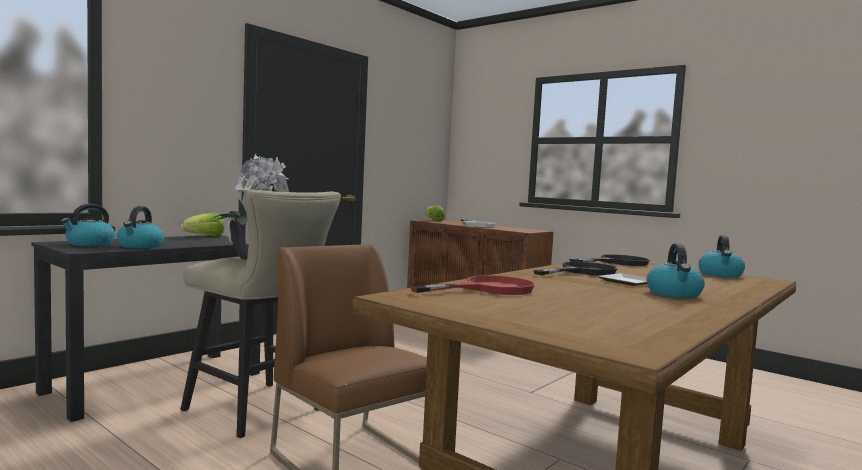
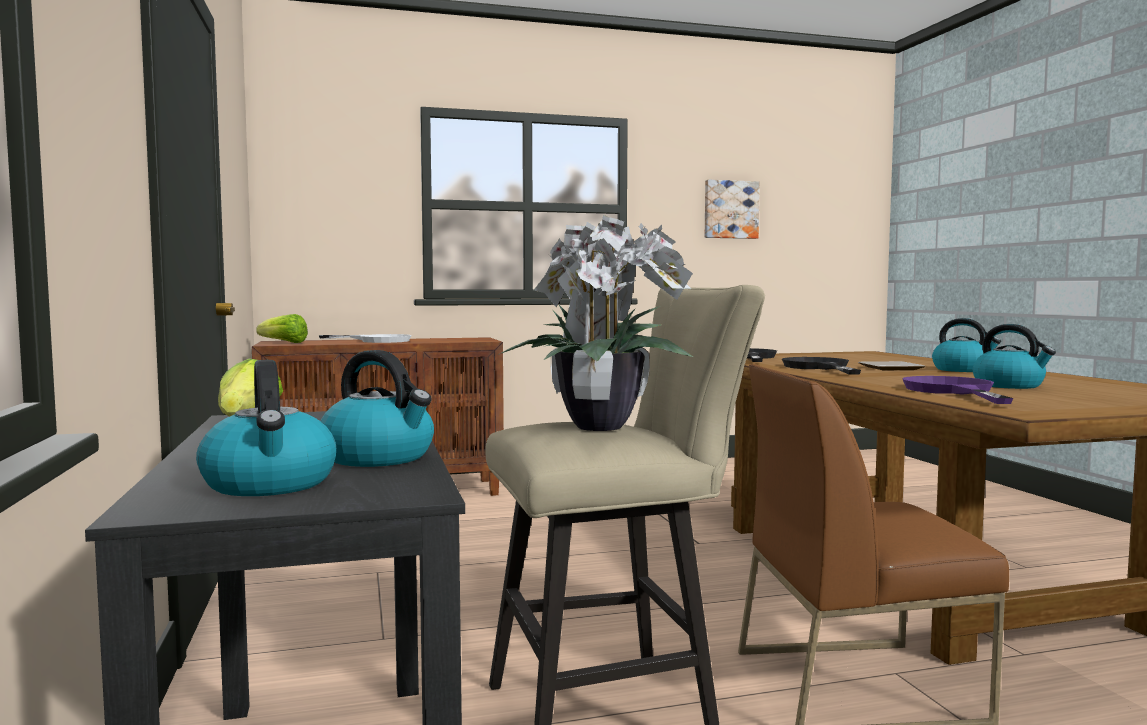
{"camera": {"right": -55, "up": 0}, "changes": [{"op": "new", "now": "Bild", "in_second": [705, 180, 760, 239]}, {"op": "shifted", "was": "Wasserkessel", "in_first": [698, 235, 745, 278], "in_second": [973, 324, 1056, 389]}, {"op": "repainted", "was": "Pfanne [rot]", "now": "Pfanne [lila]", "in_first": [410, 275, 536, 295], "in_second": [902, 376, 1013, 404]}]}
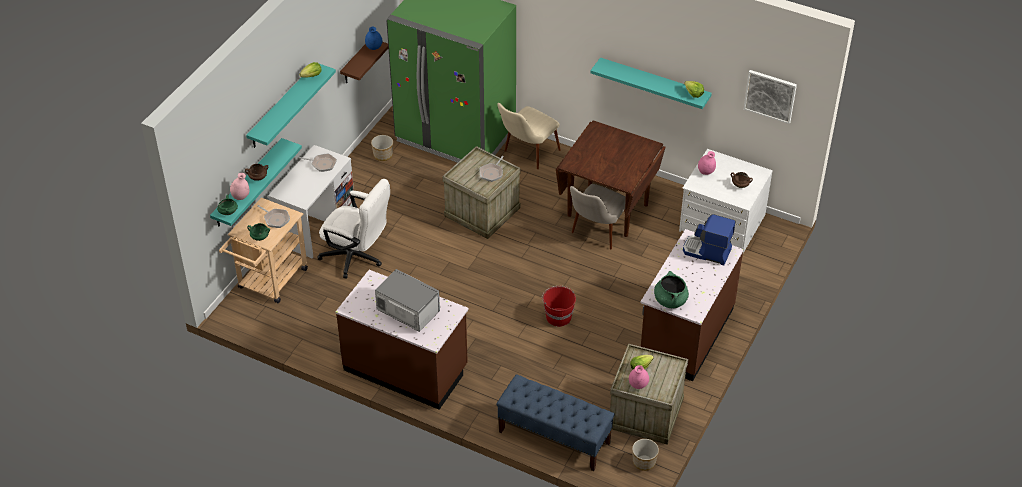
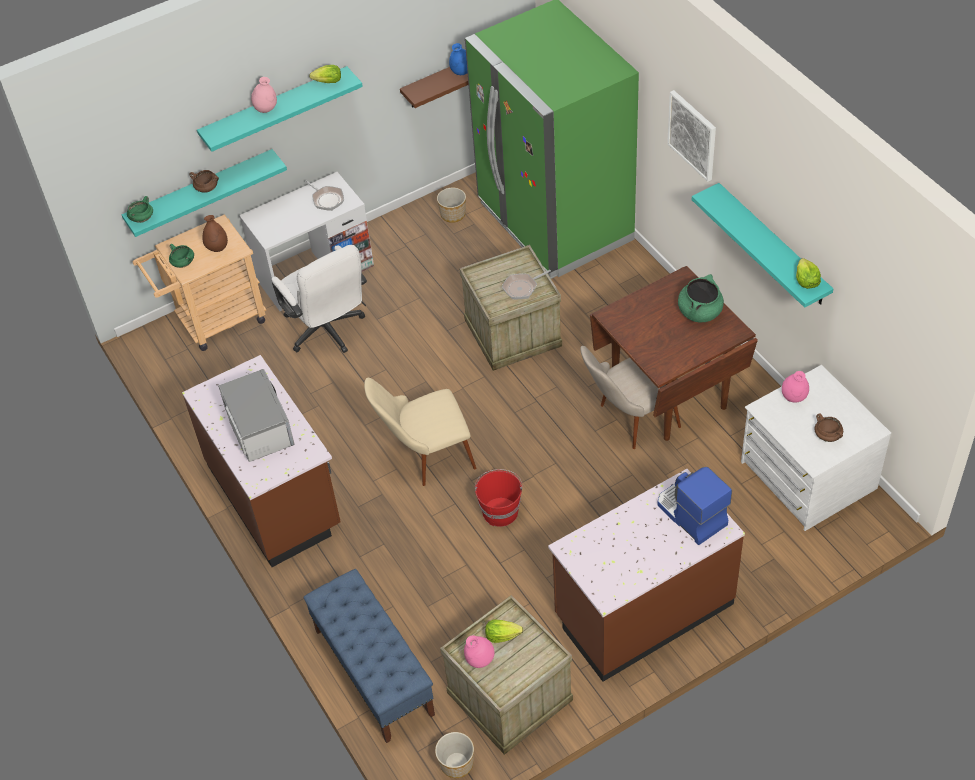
{"camera": {"right": 35, "up": 5}, "changes": [{"op": "shifted", "was": "Vase [rosa]", "in_first": [230, 173, 249, 200], "in_second": [251, 77, 277, 113]}, {"op": "shifted", "was": "Stuhl [beige]", "in_first": [497, 103, 561, 169], "in_second": [364, 378, 476, 486]}, {"op": "shifted", "was": "Kochtopf [grün]", "in_first": [654, 271, 689, 308], "in_second": [678, 274, 724, 322]}, {"op": "shifted", "was": "Bild", "in_first": [744, 70, 797, 124], "in_second": [667, 90, 716, 182]}, {"op": "swapped", "was": "Pfanne", "now": "Vase [braun]", "in_first": [257, 205, 290, 228], "in_second": [202, 215, 228, 252]}]}
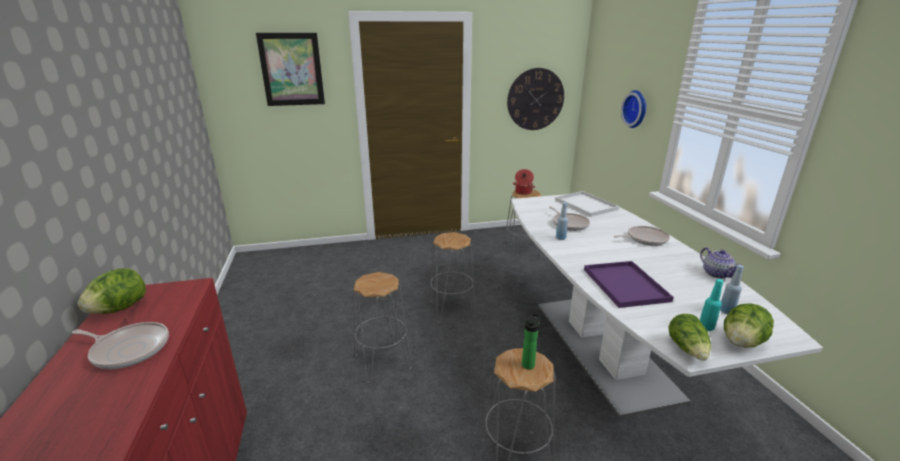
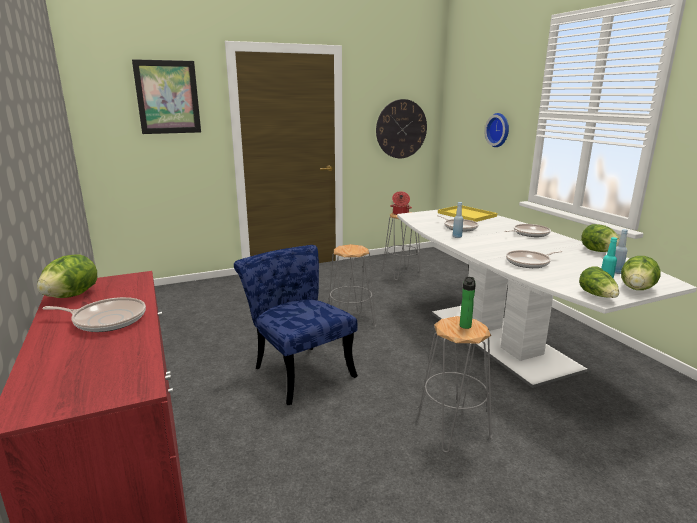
{"camera": {"right": -10, "up": -5}, "changes": [{"op": "swapped", "was": "Hocker [grau]", "now": "Stuhl [blau]", "in_first": [353, 272, 412, 383], "in_second": [234, 245, 358, 405]}, {"op": "swapped", "was": "Tablett [lila]", "now": "Pfanne", "in_first": [584, 261, 674, 308], "in_second": [506, 250, 563, 268]}, {"op": "swapped", "was": "Teekanne", "now": "Salatkopf", "in_first": [700, 248, 741, 279], "in_second": [581, 224, 619, 252]}, {"op": "repainted", "was": "Tablett [weiß]", "now": "Tablett [gelb]", "in_first": [555, 191, 619, 217], "in_second": [438, 205, 497, 222]}]}
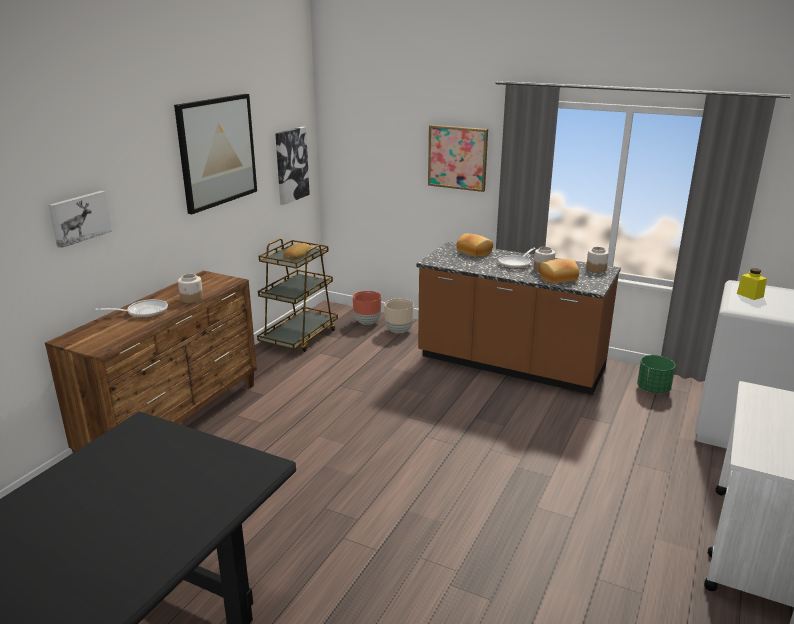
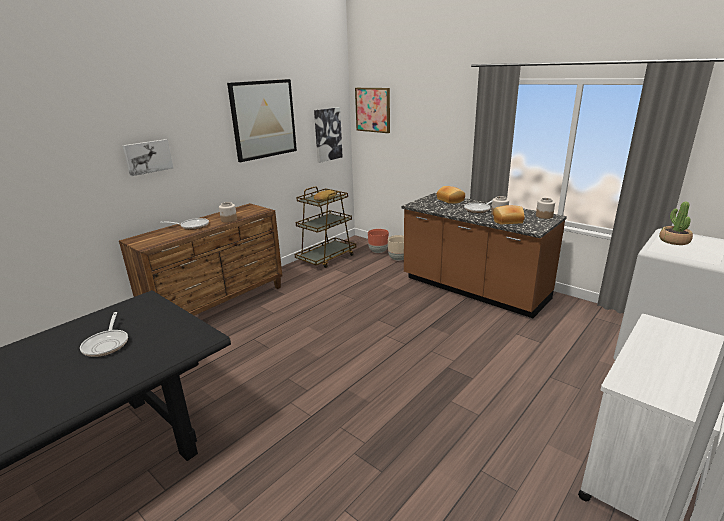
{"camera": {"right": 15, "up": 0}, "changes": [{"op": "gone", "was": "Pflanzkübel [grün]", "in_first": [637, 355, 675, 393]}, {"op": "new", "now": "Pfanne", "in_second": [80, 312, 128, 357]}, {"op": "shifted", "was": "Bild", "in_first": [428, 125, 488, 192], "in_second": [355, 88, 390, 133]}, {"op": "swapped", "was": "Vorratsglas [gelb]", "now": "Topfpflanze", "in_first": [737, 268, 767, 300], "in_second": [659, 202, 693, 245]}]}
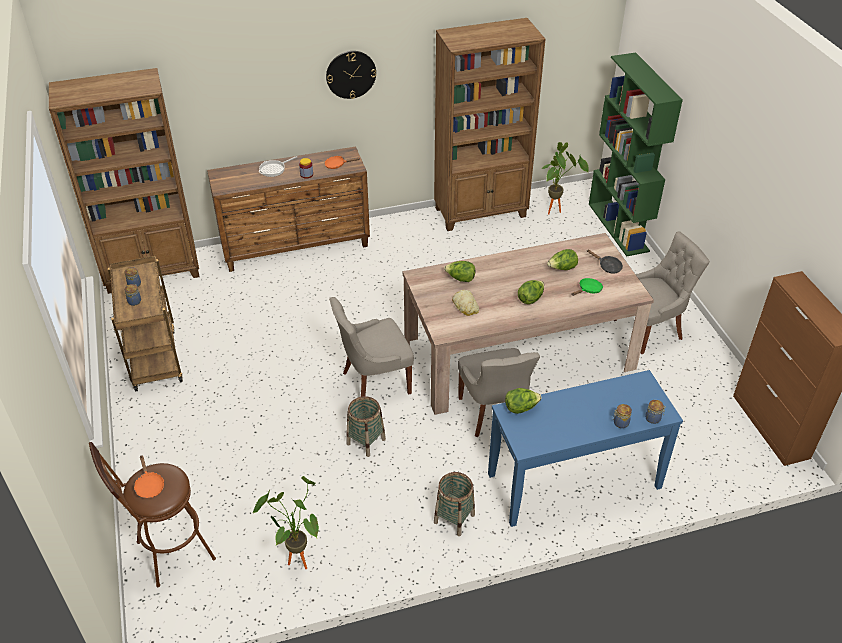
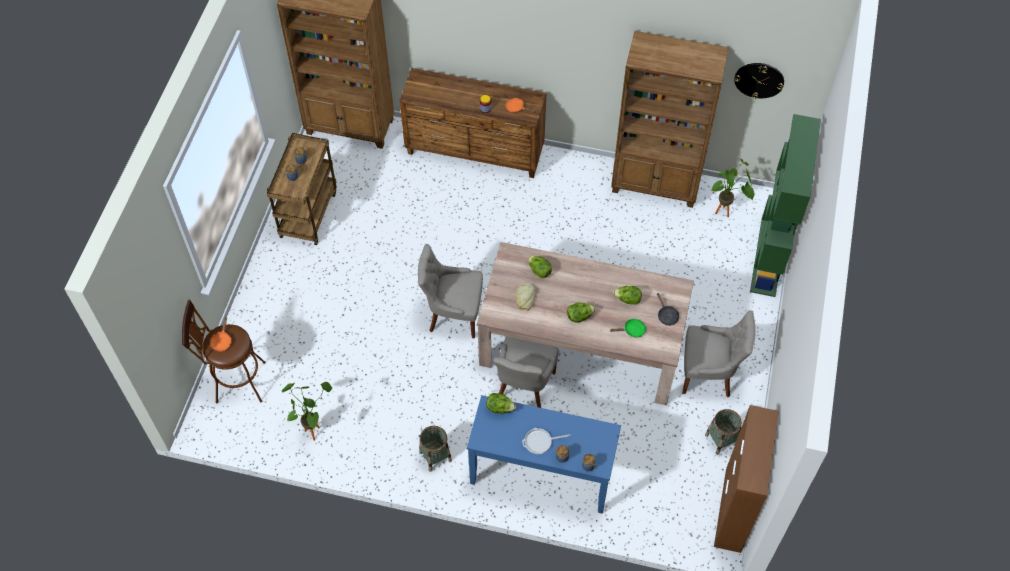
{"camera": {"right": 30, "up": 15}, "changes": [{"op": "shifted", "was": "Pfanne", "in_first": [258, 156, 297, 177], "in_second": [522, 428, 570, 454]}, {"op": "shifted", "was": "Wanduhr", "in_first": [326, 51, 376, 99], "in_second": [734, 63, 784, 99]}, {"op": "shifted", "was": "Korb", "in_first": [346, 396, 386, 457], "in_second": [705, 409, 742, 455]}]}
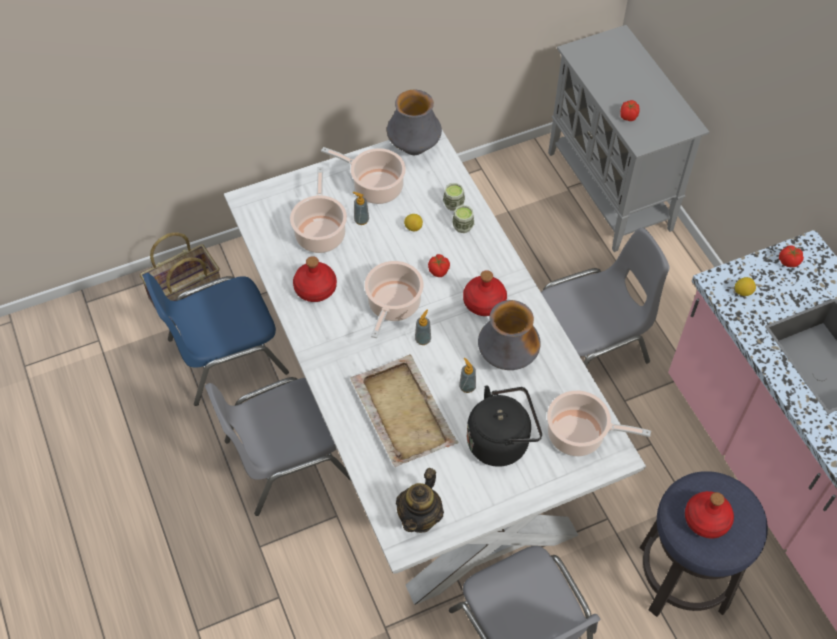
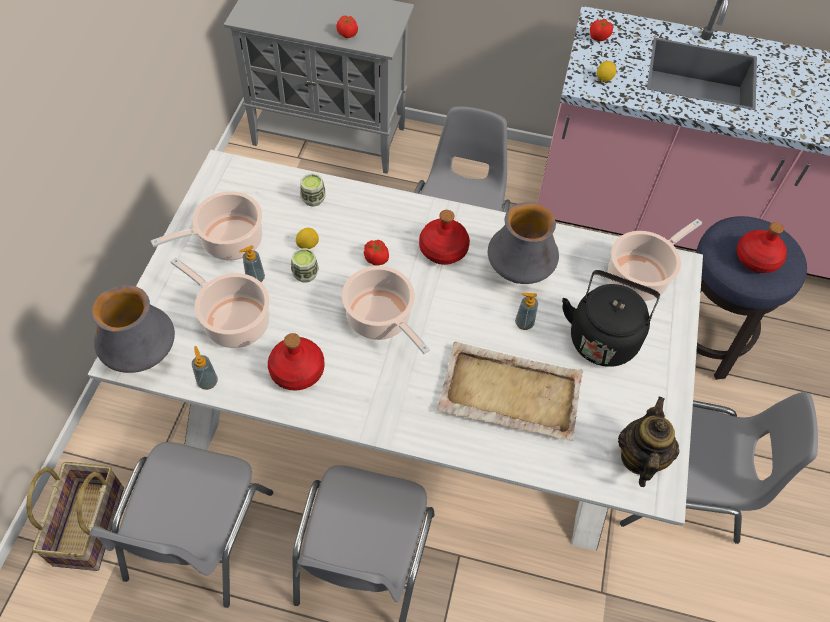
{"camera": {"right": -55, "up": 0}, "changes": [{"op": "shifted", "was": "Vase", "in_first": [387, 90, 442, 155], "in_second": [92, 285, 175, 373]}, {"op": "shifted", "was": "Seifenspender", "in_first": [415, 310, 431, 345], "in_second": [192, 346, 218, 390]}, {"op": "shifted", "was": "Tasse", "in_first": [452, 205, 474, 233], "in_second": [291, 248, 319, 283]}, {"op": "repainted", "was": "Stuhl [blau]", "now": "Stuhl [grau]", "in_first": [143, 273, 289, 406], "in_second": [89, 442, 273, 608]}, {"op": "rotated", "was": "Teekanne", "in_first": [396, 468, 444, 533], "in_second": [618, 397, 680, 487], "clockwise": -135}]}
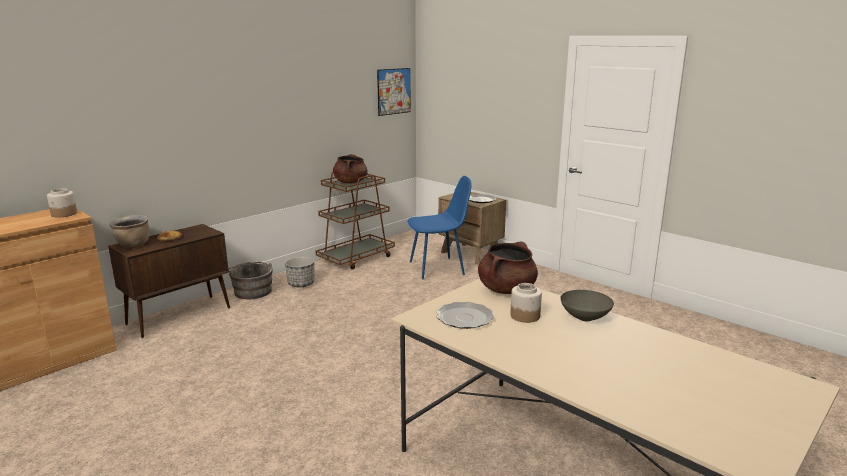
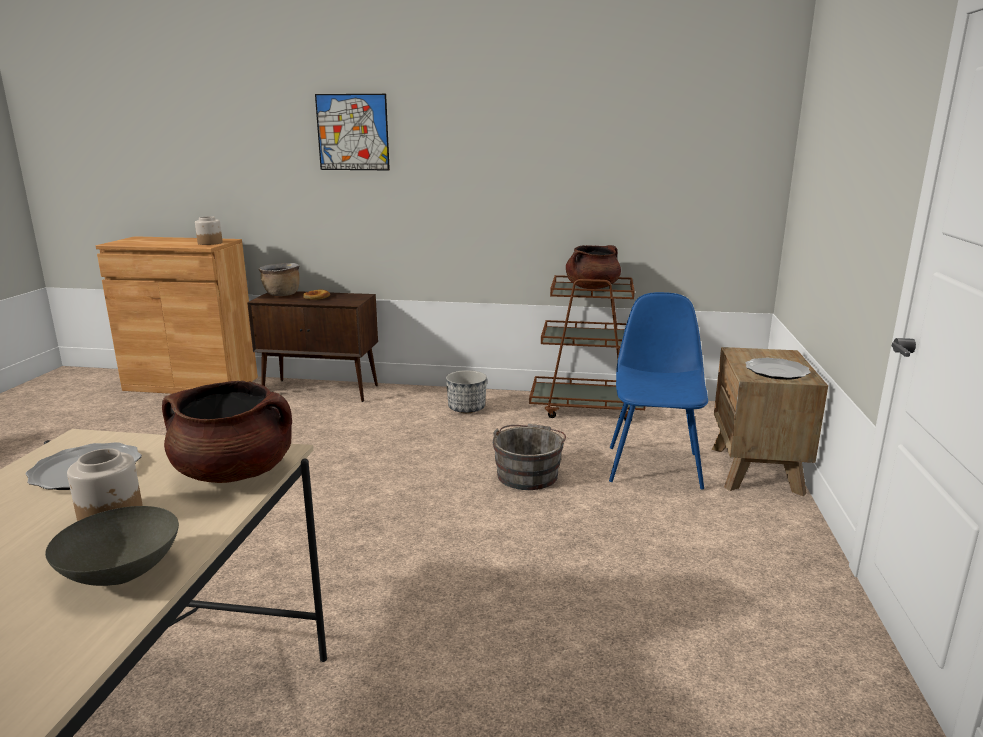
{"camera": {"right": 55, "up": 0}, "changes": [{"op": "shifted", "was": "Eimer [grau]", "in_first": [228, 262, 273, 299], "in_second": [493, 424, 566, 490]}, {"op": "shifted", "was": "Bild", "in_first": [377, 68, 411, 116], "in_second": [315, 94, 390, 170]}, {"op": "rotated", "was": "Stuhl [blau]", "in_first": [407, 176, 472, 280], "in_second": [609, 292, 708, 489], "clockwise": -120}]}
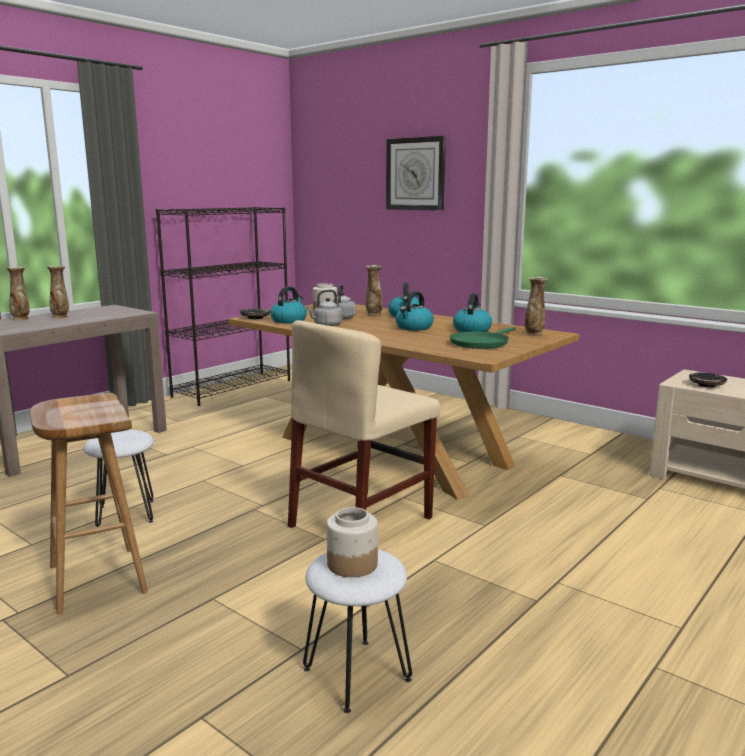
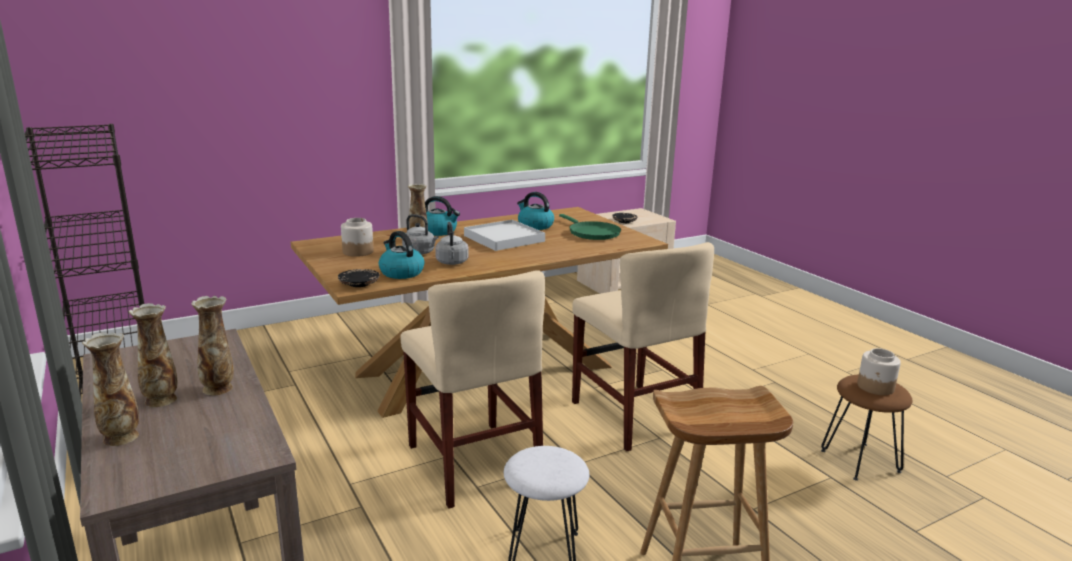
{"camera": {"right": -70, "up": 5}, "changes": [{"op": "gone", "was": "Wanduhr", "in_first": [386, 136, 446, 211]}, {"op": "new", "now": "Stuhl [beige]", "in_second": [400, 270, 545, 509]}, {"op": "shifted", "was": "Vase", "in_first": [524, 277, 548, 337], "in_second": [191, 296, 234, 396]}, {"op": "swapped", "was": "Wasserkessel", "now": "Tablett [weiß]", "in_first": [395, 291, 434, 331], "in_second": [464, 220, 545, 251]}, {"op": "repainted", "was": "Hocker [weiß]", "now": "Hocker [braun]", "in_first": [303, 549, 412, 713], "in_second": [821, 375, 913, 481]}]}
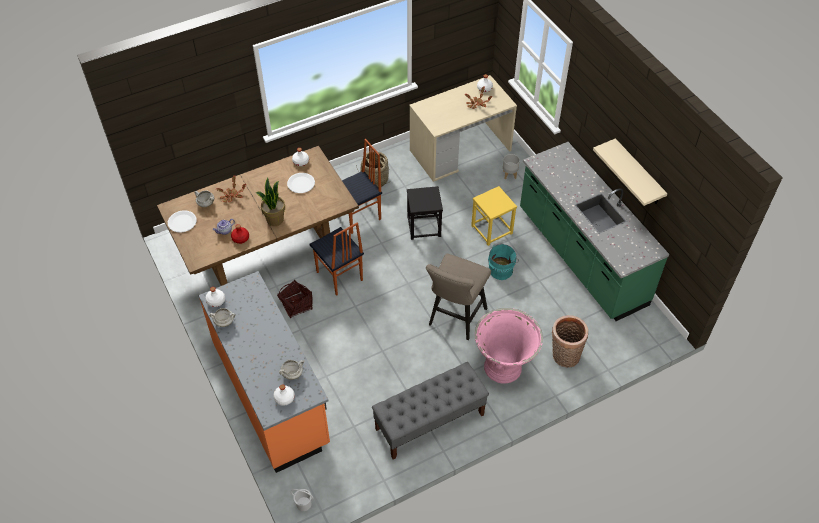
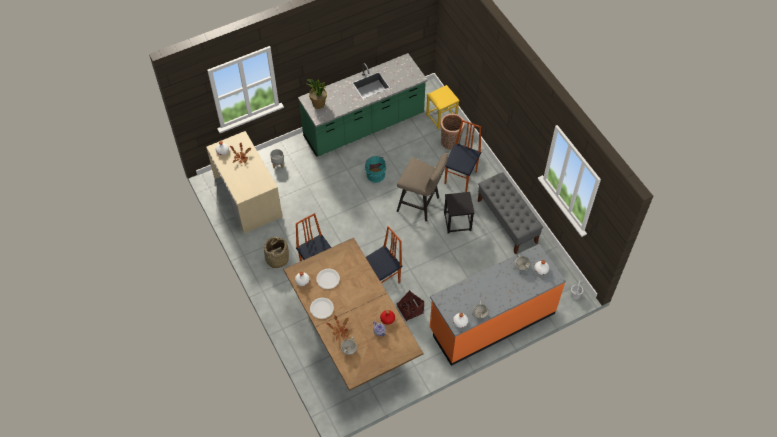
{"camera": {"right": -90, "up": 5}, "changes": [{"op": "gone", "was": "Wandregal [beige]", "in_first": [593, 138, 668, 206]}, {"op": "shifted", "was": "Teller [weiß]", "in_first": [168, 210, 197, 233], "in_second": [310, 298, 334, 319]}, {"op": "shifted", "was": "Topfpflanze", "in_first": [256, 178, 285, 226], "in_second": [307, 79, 327, 109]}, {"op": "shifted", "was": "Hocker [schwarz]", "in_first": [407, 186, 443, 240], "in_second": [444, 192, 474, 233]}, {"op": "shifted", "was": "Hocker [gelb]", "in_first": [471, 186, 517, 246], "in_second": [426, 85, 460, 129]}, {"op": "swapped", "was": "Pflanzkübel [rosa]", "now": "Stuhl", "in_first": [475, 308, 543, 384], "in_second": [445, 120, 481, 192]}]}
